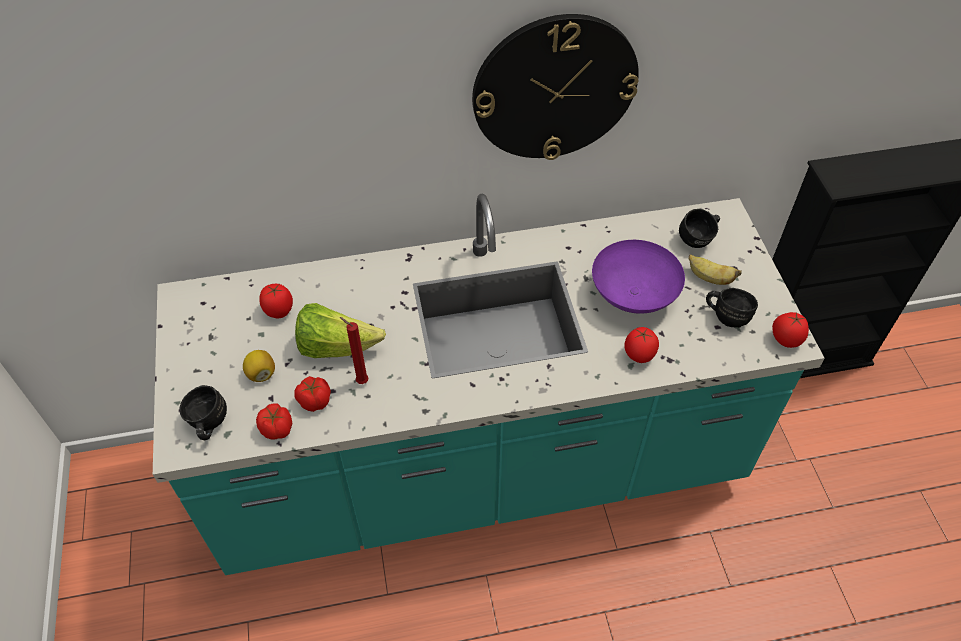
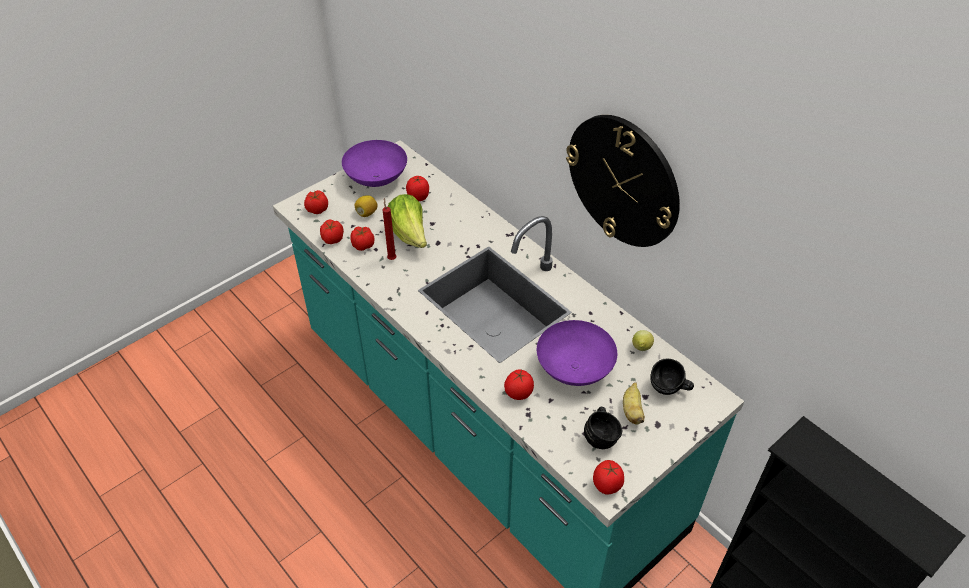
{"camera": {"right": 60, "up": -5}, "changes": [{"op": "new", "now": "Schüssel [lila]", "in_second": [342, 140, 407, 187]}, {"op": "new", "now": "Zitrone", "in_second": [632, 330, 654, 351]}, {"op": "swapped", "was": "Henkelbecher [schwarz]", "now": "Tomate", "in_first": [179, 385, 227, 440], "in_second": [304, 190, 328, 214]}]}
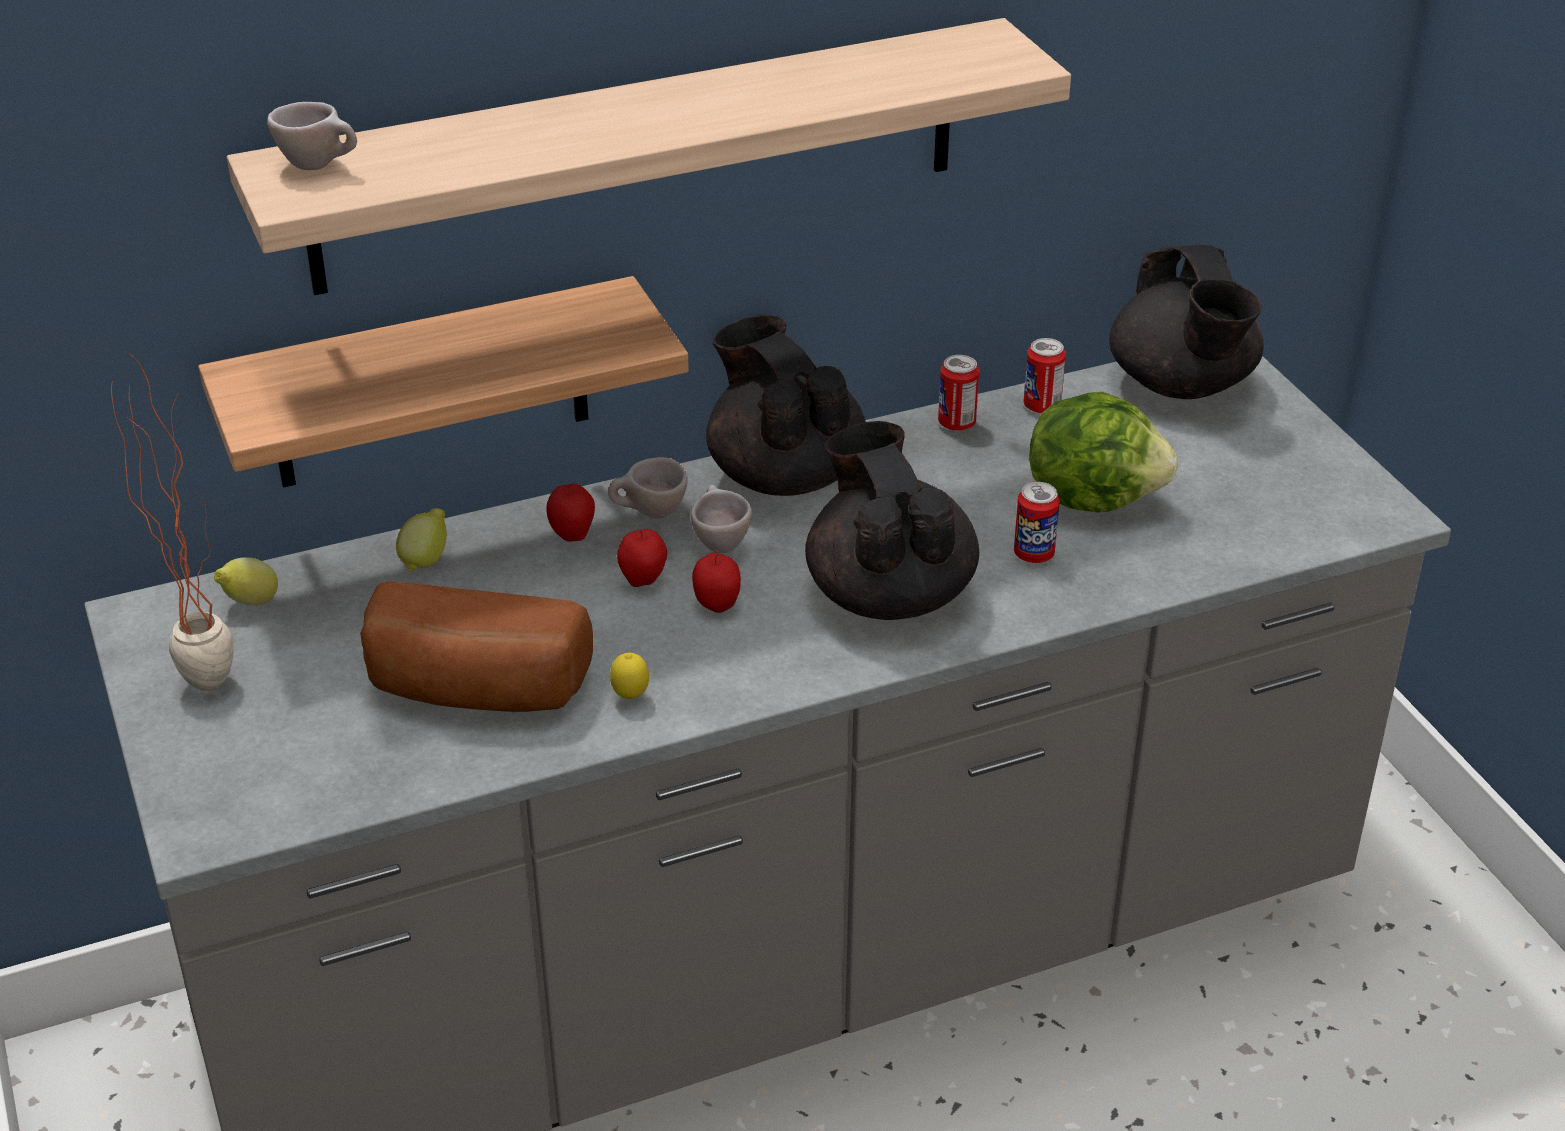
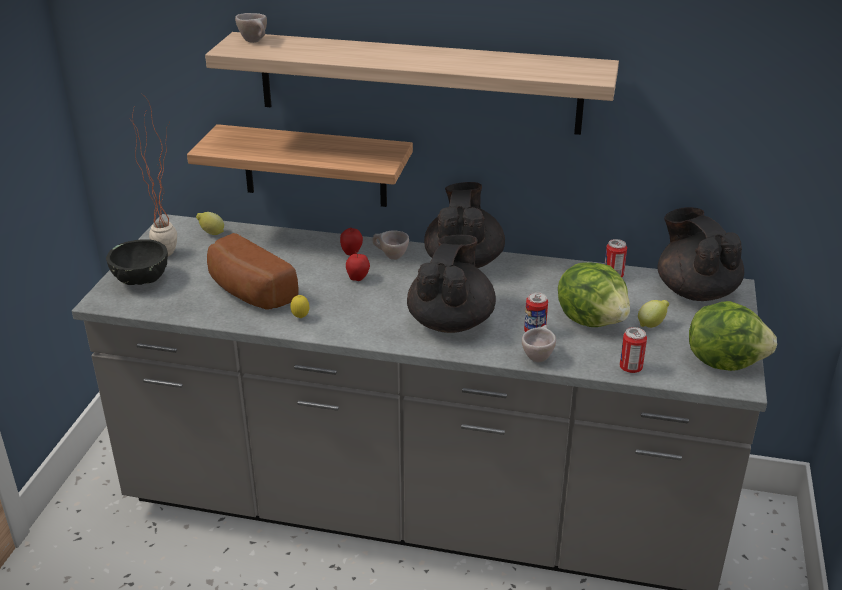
{"camera": {"right": 35, "up": -5}, "changes": [{"op": "gone", "was": "Apfel", "in_first": [692, 553, 741, 613]}, {"op": "new", "now": "Schüssel [schwarz]", "in_second": [106, 240, 168, 285]}, {"op": "new", "now": "Salatkopf", "in_second": [689, 301, 777, 371]}, {"op": "shifted", "was": "Zitrone", "in_first": [396, 508, 447, 571], "in_second": [638, 300, 669, 328]}, {"op": "shifted", "was": "Tasse [beige]", "in_first": [691, 484, 752, 553], "in_second": [522, 325, 556, 362]}, {"op": "shifted", "was": "Dose", "in_first": [938, 355, 979, 431], "in_second": [620, 327, 647, 373]}, {"op": "rotated", "was": "Teekanne [schwarz]", "in_first": [1109, 245, 1264, 399], "in_second": [657, 207, 744, 301], "clockwise": 135}]}
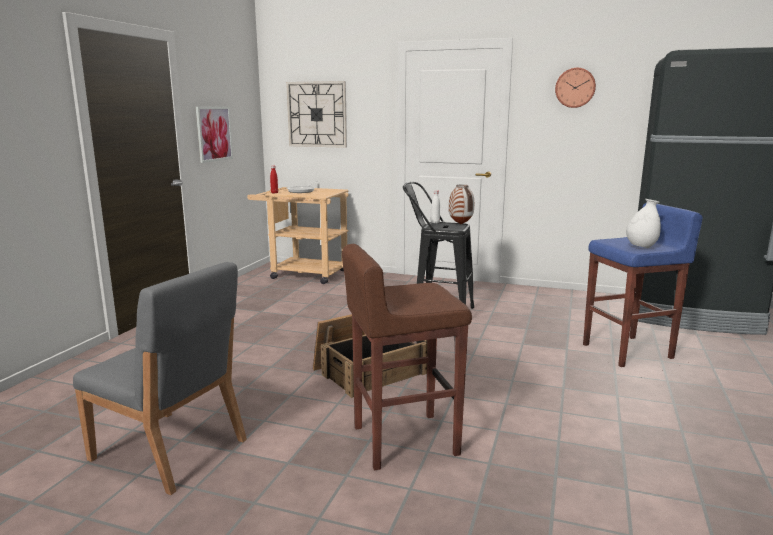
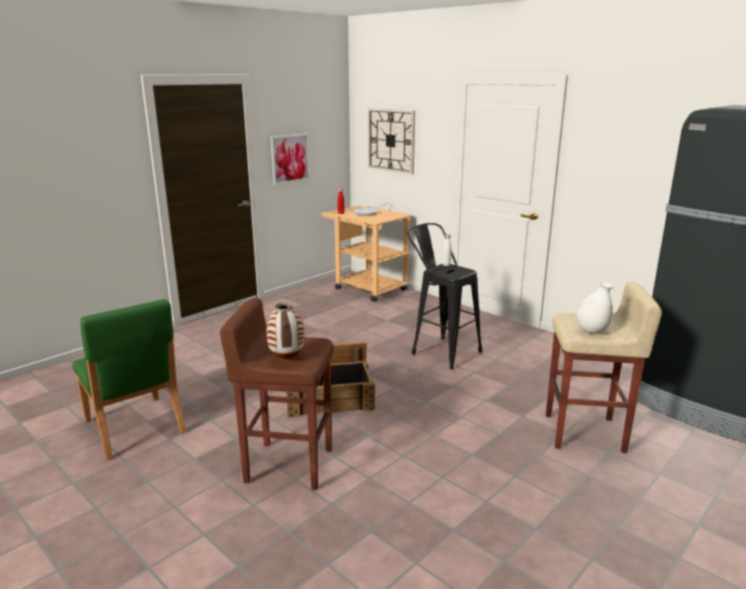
{"camera": {"right": 25, "up": 5}, "changes": [{"op": "gone", "was": "Wanduhr", "in_first": [555, 68, 596, 108]}, {"op": "shifted", "was": "Vase", "in_first": [449, 184, 474, 224], "in_second": [266, 303, 304, 359]}, {"op": "repainted", "was": "Stuhl [grau]", "now": "Stuhl [grün]", "in_first": [73, 262, 247, 495], "in_second": [72, 299, 186, 460]}, {"op": "repainted", "was": "Hocker [blau]", "now": "Hocker [beige]", "in_first": [583, 203, 702, 367], "in_second": [546, 282, 662, 453]}]}
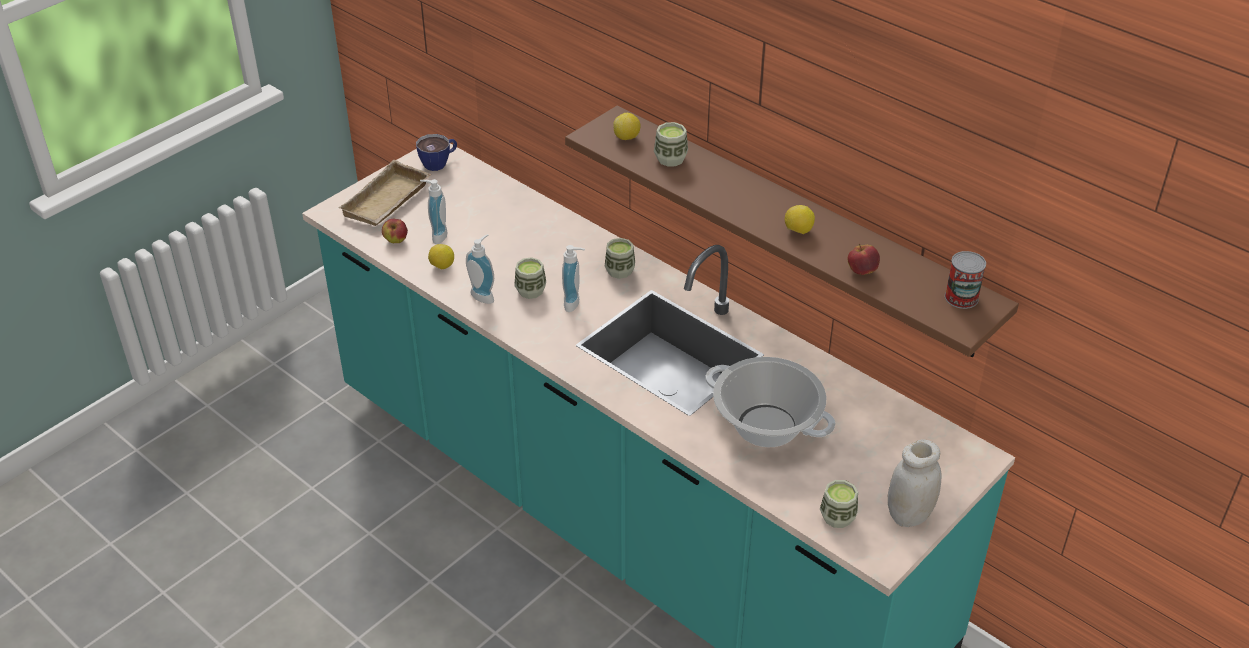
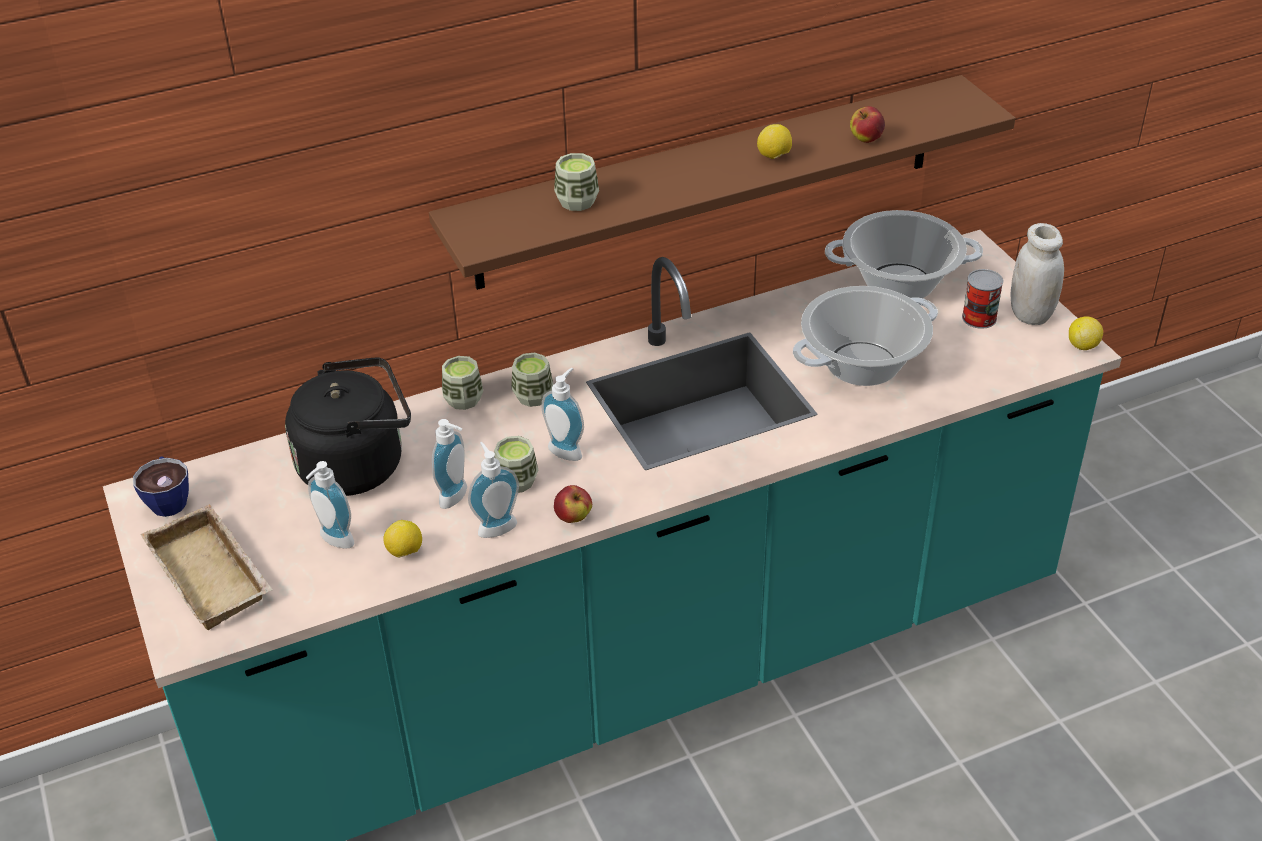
{"camera": {"right": -65, "up": 0}, "changes": [{"op": "new", "now": "Wasserkessel [schwarz]", "in_second": [285, 357, 411, 496]}, {"op": "new", "now": "Seifenspender", "in_second": [432, 419, 467, 509]}, {"op": "new", "now": "Kochtopf", "in_second": [825, 210, 983, 298]}, {"op": "shifted", "was": "Apfel", "in_first": [382, 219, 408, 243], "in_second": [554, 485, 592, 523]}, {"op": "shifted", "was": "Zitrone", "in_first": [613, 113, 641, 140], "in_second": [1069, 316, 1103, 350]}, {"op": "shifted", "was": "Tasse", "in_first": [820, 480, 858, 528], "in_second": [442, 356, 483, 410]}, {"op": "shifted", "was": "Dose", "in_first": [945, 251, 986, 309], "in_second": [962, 269, 1003, 329]}]}
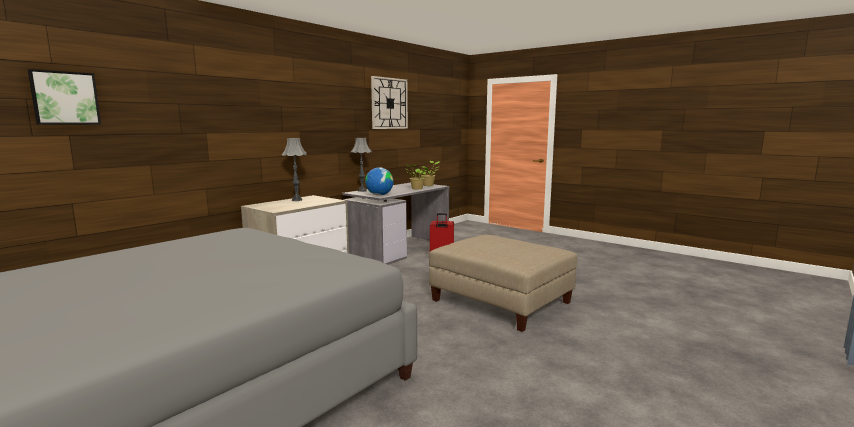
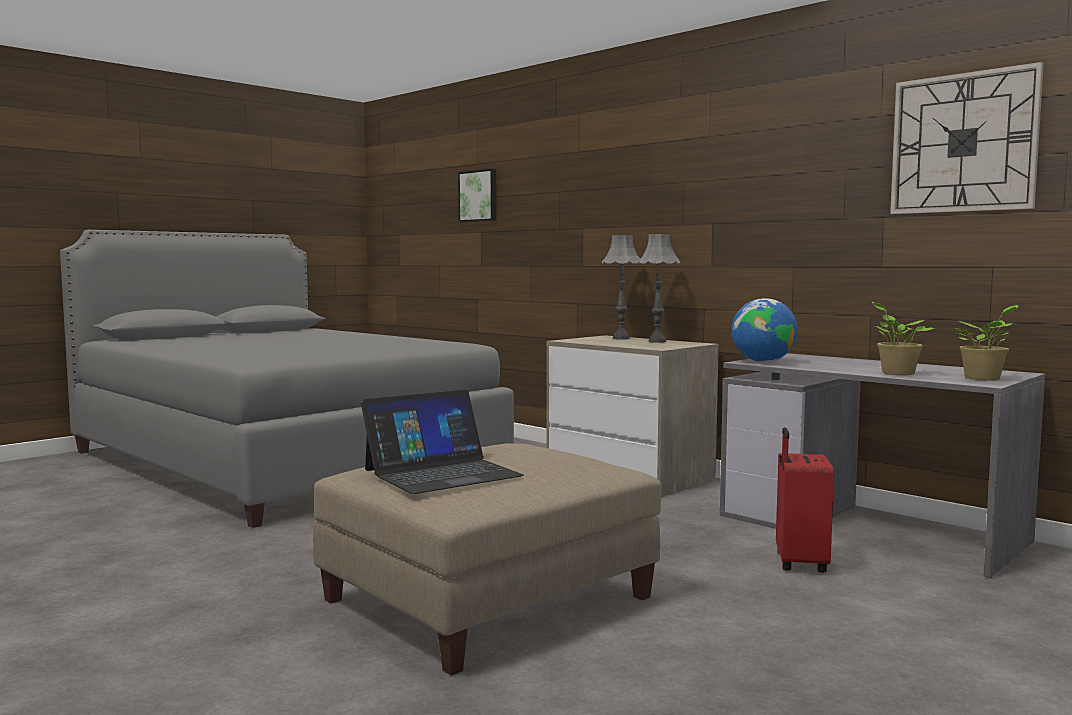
{"camera": {"right": 95, "up": -5}, "changes": [{"op": "new", "now": "Laptop", "in_second": [361, 390, 524, 494]}, {"op": "shifted", "was": "Tischlampe [grau]", "in_first": [351, 138, 372, 192], "in_second": [602, 235, 642, 340]}]}
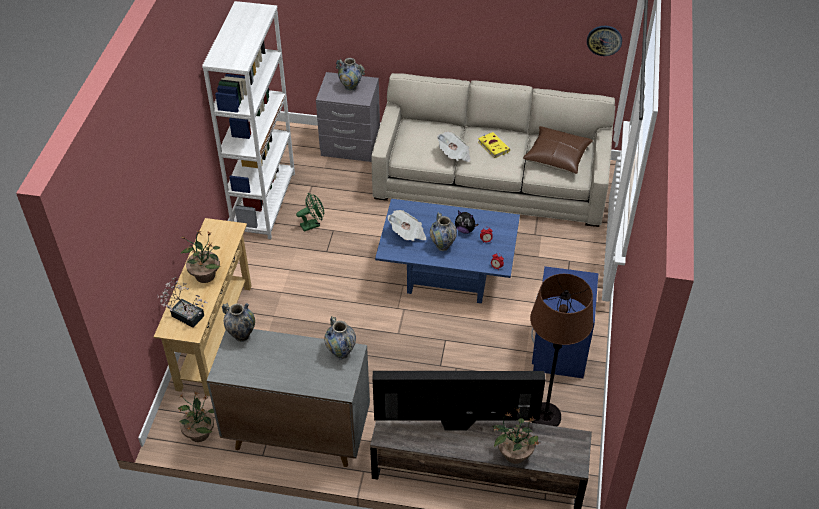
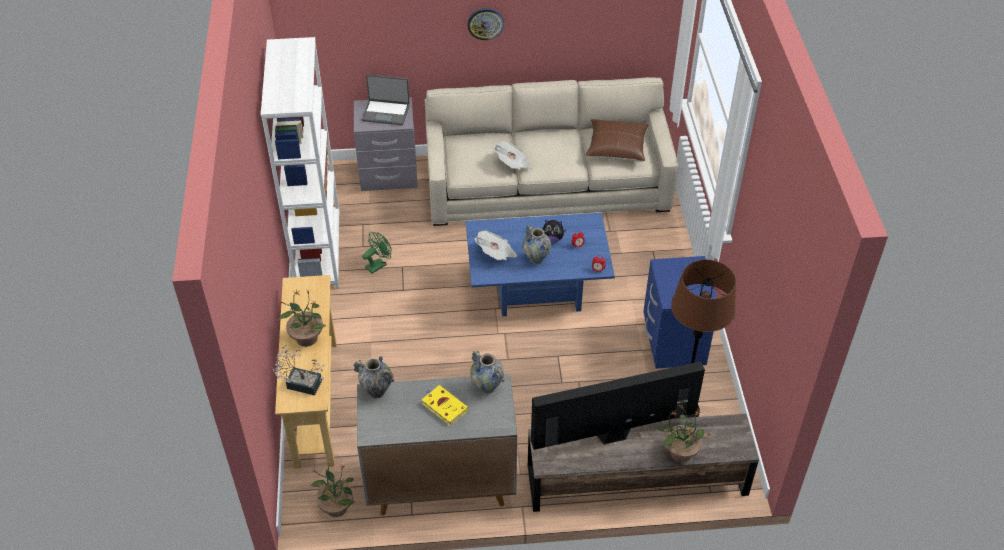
{"camera": {"right": -15, "up": 0}, "changes": [{"op": "shifted", "was": "Buch [gelb]", "in_first": [478, 132, 510, 158], "in_second": [422, 385, 469, 426]}, {"op": "shifted", "was": "Wanduhr", "in_first": [587, 26, 622, 56], "in_second": [467, 8, 504, 40]}, {"op": "swapped", "was": "Vase", "now": "Laptop", "in_first": [336, 58, 365, 91], "in_second": [362, 75, 410, 125]}]}
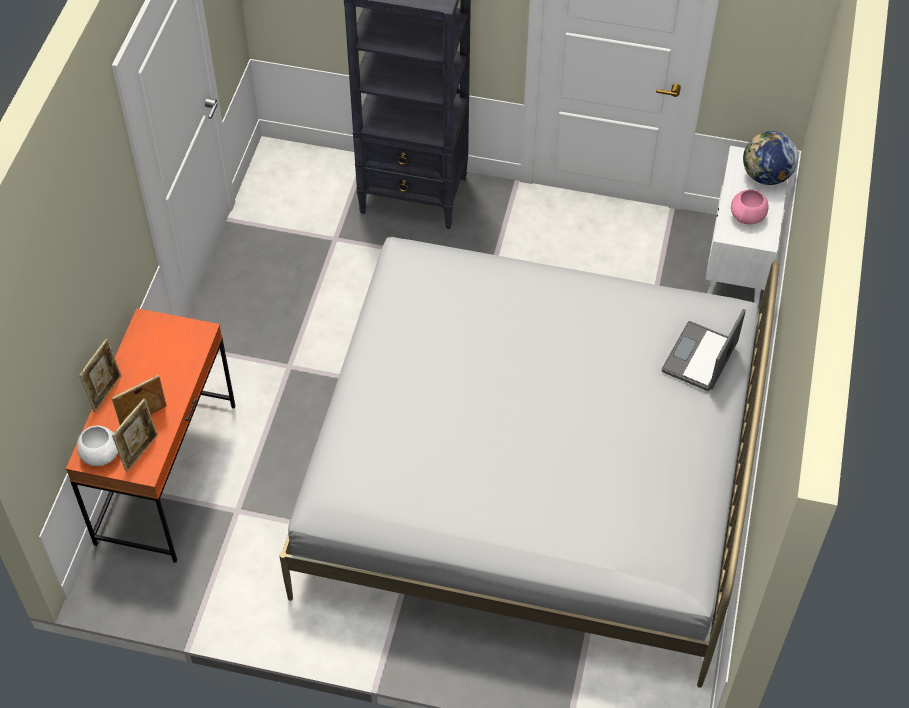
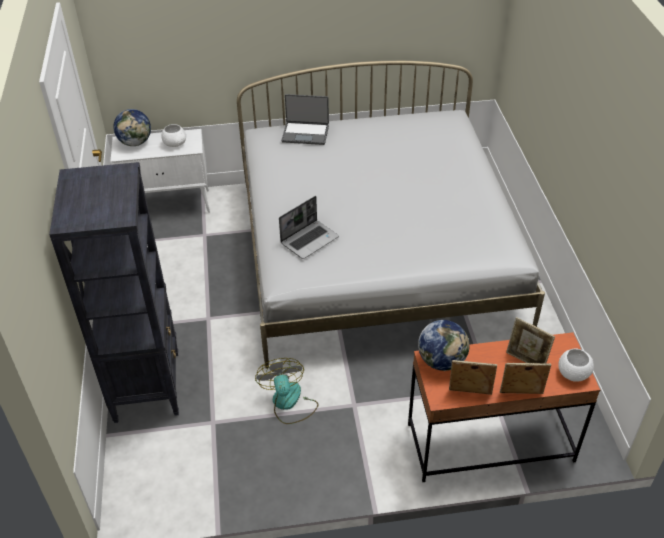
{"camera": {"right": -110, "up": -10}, "changes": [{"op": "new", "now": "Ventilator", "in_second": [255, 358, 319, 424]}, {"op": "new", "now": "Laptop", "in_second": [279, 196, 339, 259]}, {"op": "new", "now": "Globus", "in_second": [418, 320, 470, 371]}, {"op": "shifted", "was": "Bilderrahmen", "in_first": [112, 398, 158, 472], "in_second": [449, 360, 497, 395]}, {"op": "repainted", "was": "Schüssel [rosa]", "now": "Schüssel [weiß]", "in_first": [731, 189, 768, 224], "in_second": [161, 124, 186, 147]}]}
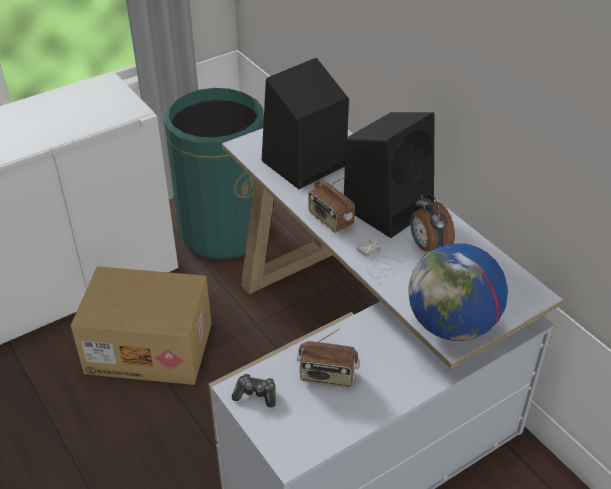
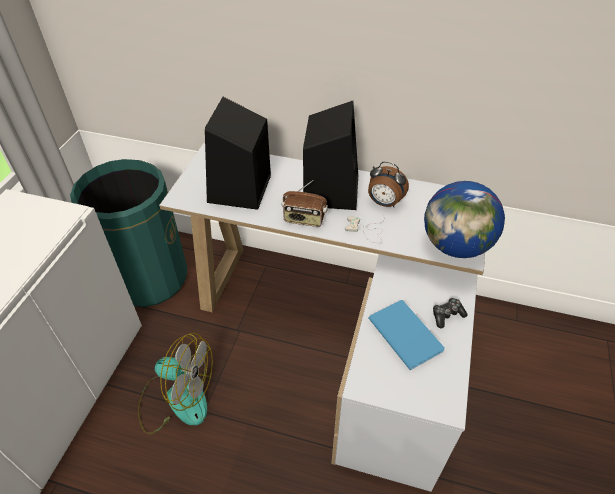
{"camera": {"right": -40, "up": 5}, "changes": [{"op": "shifted", "was": "Gamepad", "in_first": [232, 374, 276, 408], "in_second": [433, 298, 467, 328]}, {"op": "swapped", "was": "Karton", "now": "Ventilator", "in_first": [70, 266, 212, 385], "in_second": [138, 333, 213, 434]}, {"op": "swapped", "was": "Radio", "now": "Buch [blau]", "in_first": [297, 328, 359, 388], "in_second": [368, 300, 445, 370]}]}
